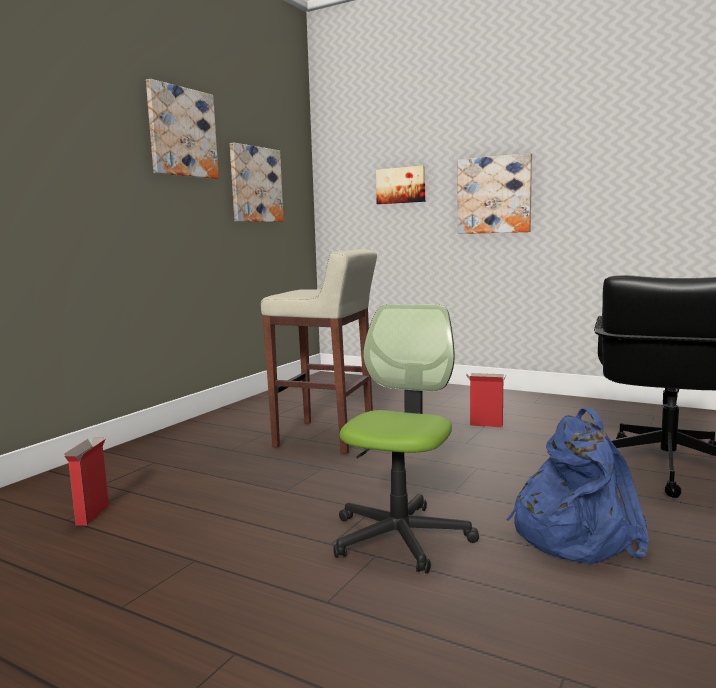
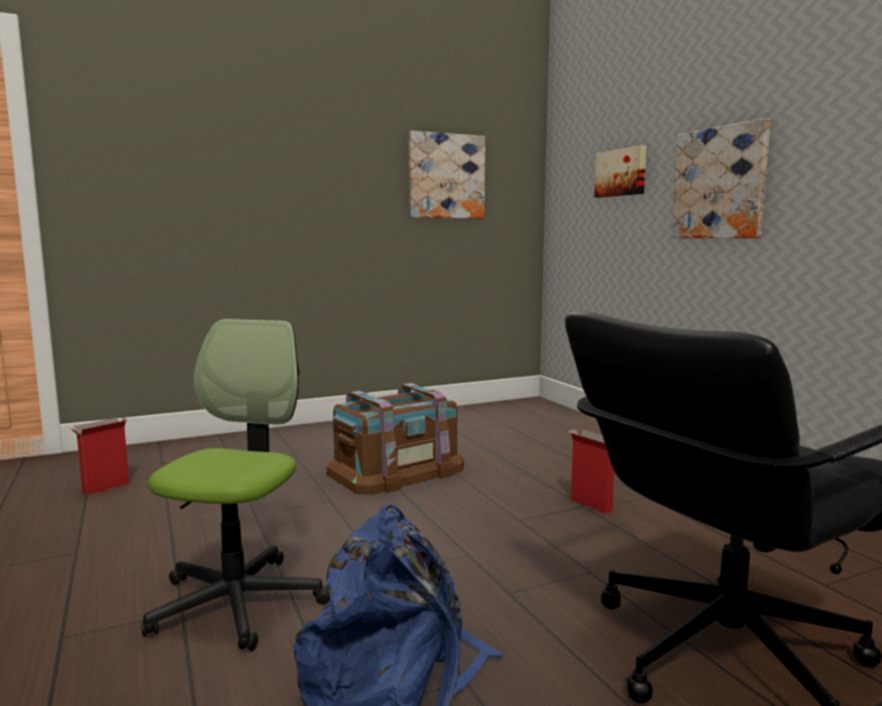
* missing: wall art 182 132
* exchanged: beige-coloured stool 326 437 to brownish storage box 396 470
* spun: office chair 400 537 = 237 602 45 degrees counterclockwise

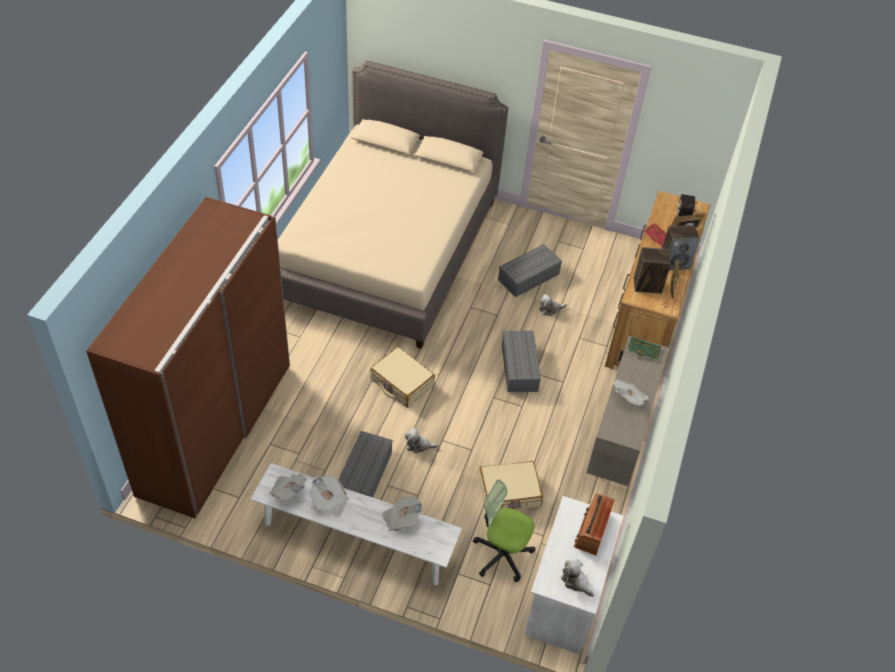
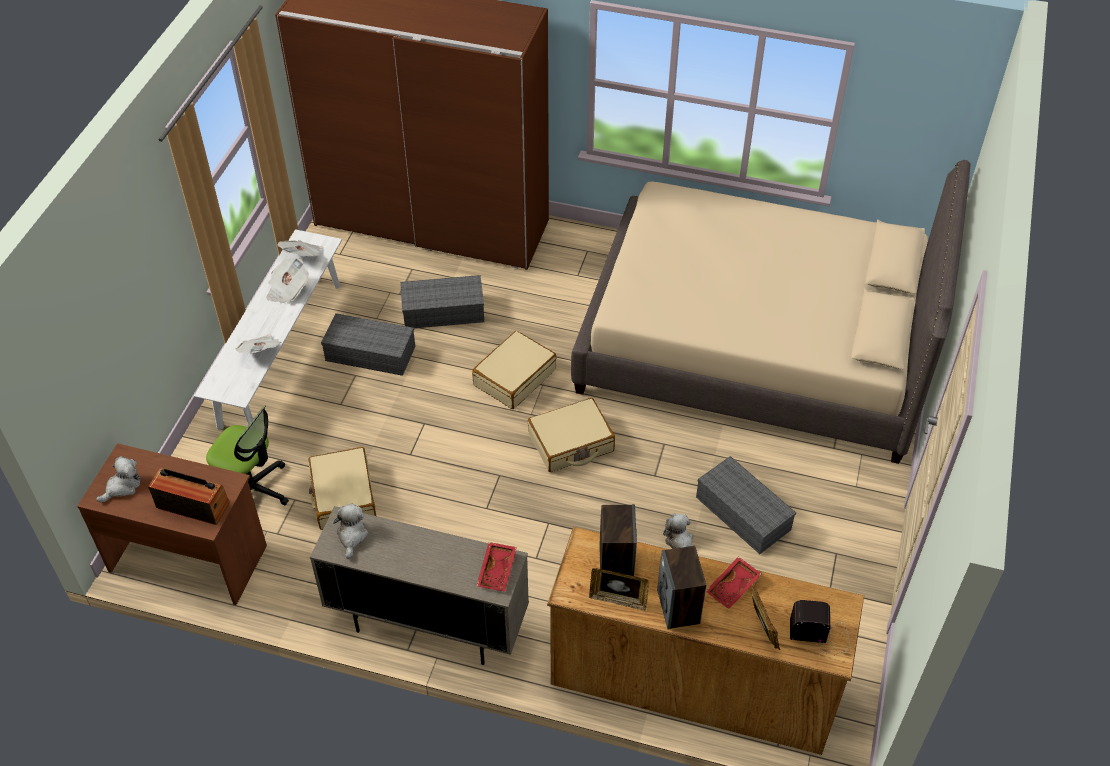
* missing: newspaper 629 398
* appeared: beige-coloured piece of luggage 571 443
* relocated: soft toy 418 445 to 352 536
* relocated: greyish storage box 520 368 to 442 312
* colour: white-coloured desk unit 565 596 to brownish desk unit 188 557
* colour: green serving tray 643 350 to red-coloured serving tray 498 571
* spun: office chair 502 554 = 253 490 90 degrees clockwise

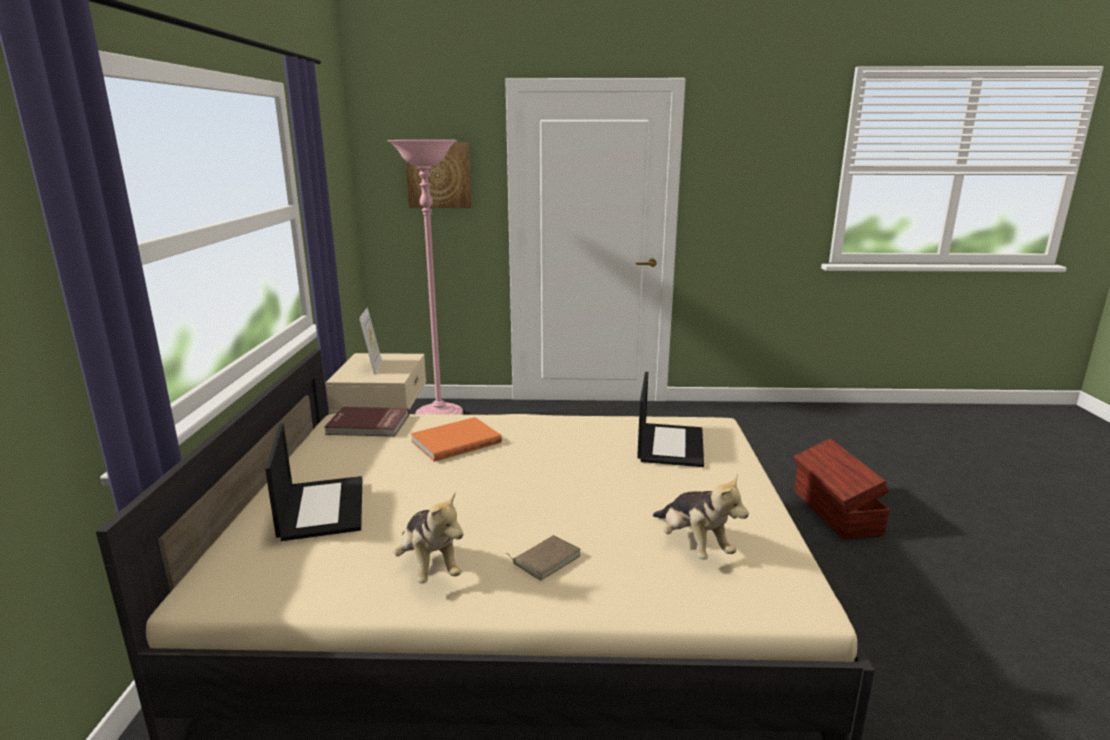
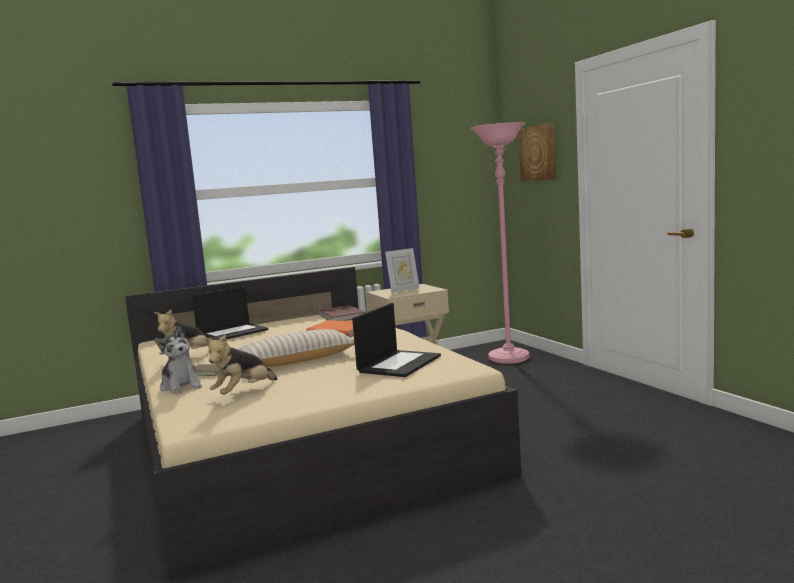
* missing: brownish storage box 835 512
* appeared: soft toy 181 386
* appeared: beige-coloured throw pillow 296 361
* spun: laptop 669 444 = 399 363 45 degrees counterclockwise

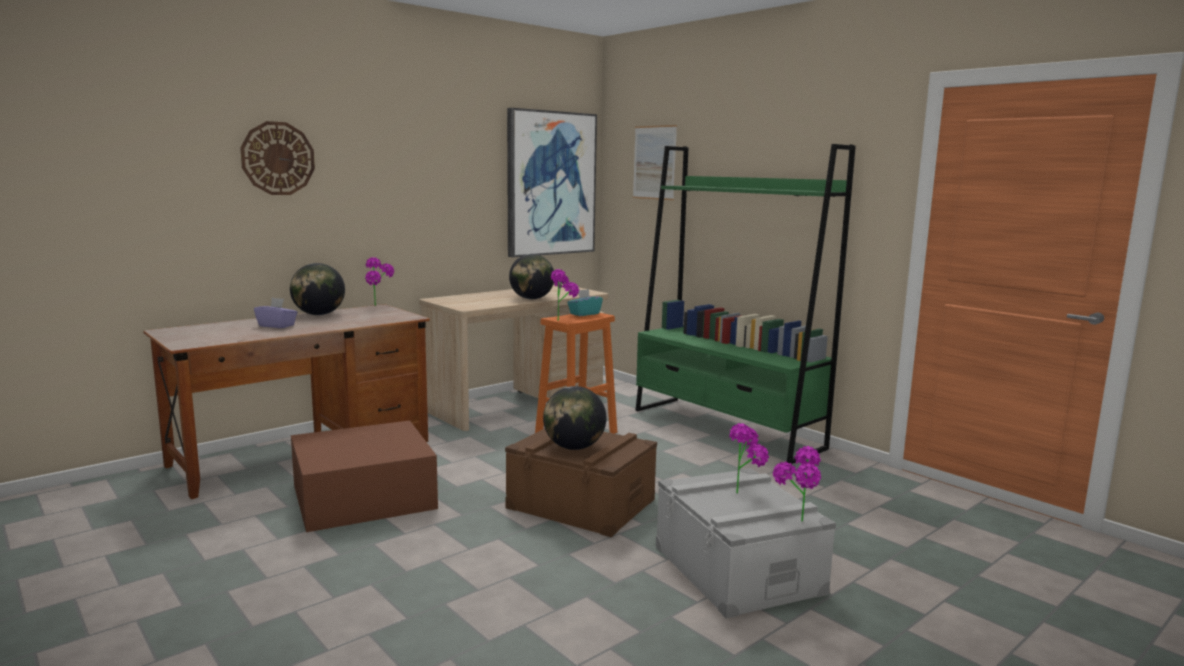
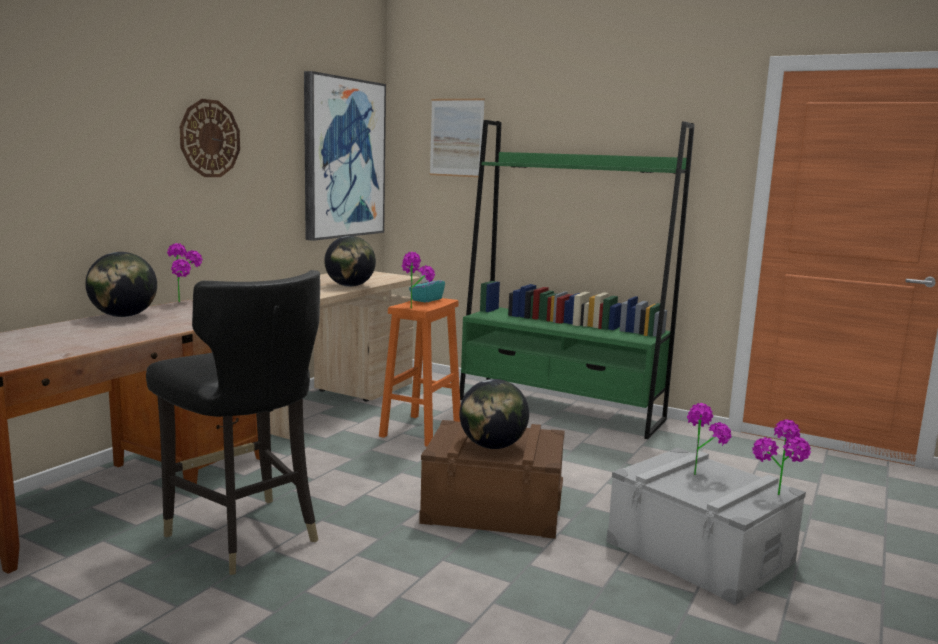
* missing: purple-coloured tissue box 277 326
* relocated: clock on the wall 278 158 to 209 138
* exchanged: brownish storage box 363 497 to black chair 243 535

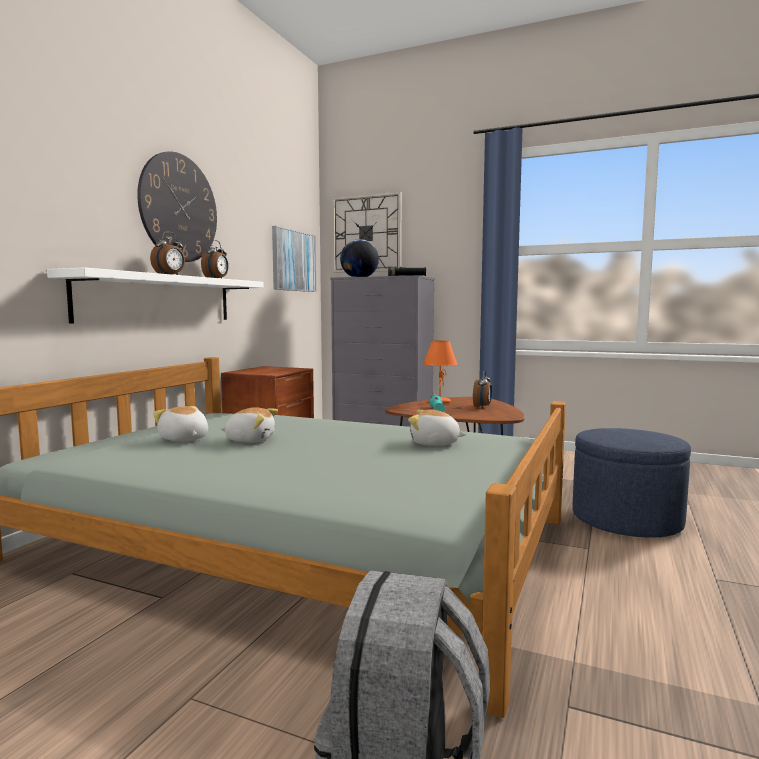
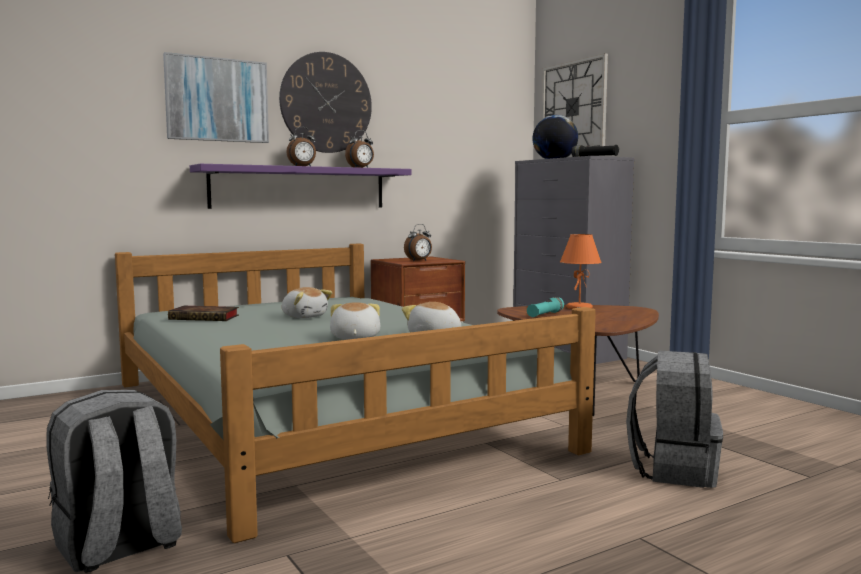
* appeared: bound book 206 318
* relocated: soft toy 183 439 to 354 338
* relocated: wall art 293 261 to 217 100
* relocated: alarm clock 482 407 to 419 261
* exchanged: blue ottoman 626 520 to greyish rucksack 673 470
* colour: white-coloured wall shelf 159 299 to purple-coloured wall shelf 299 188

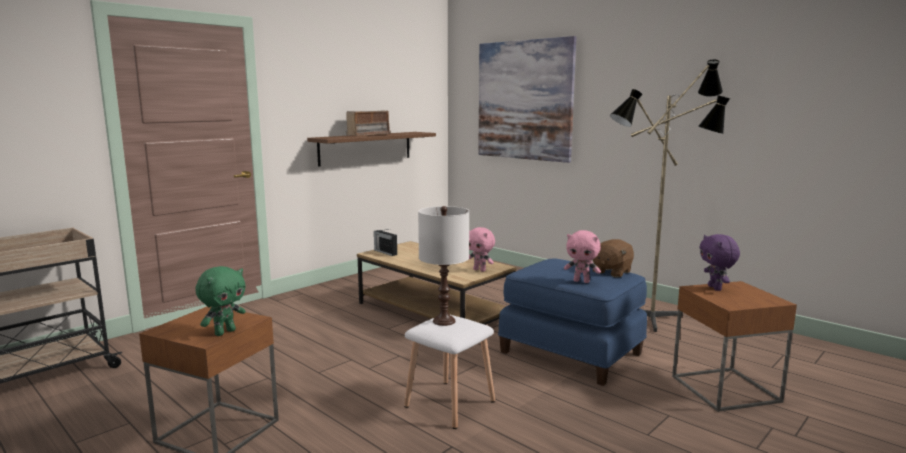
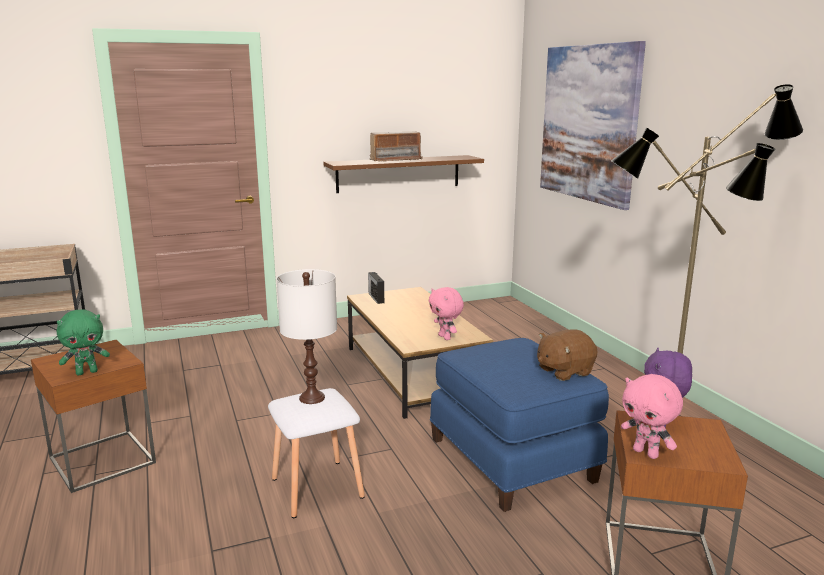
* relocated: pink soft toy 582 281 to 646 453

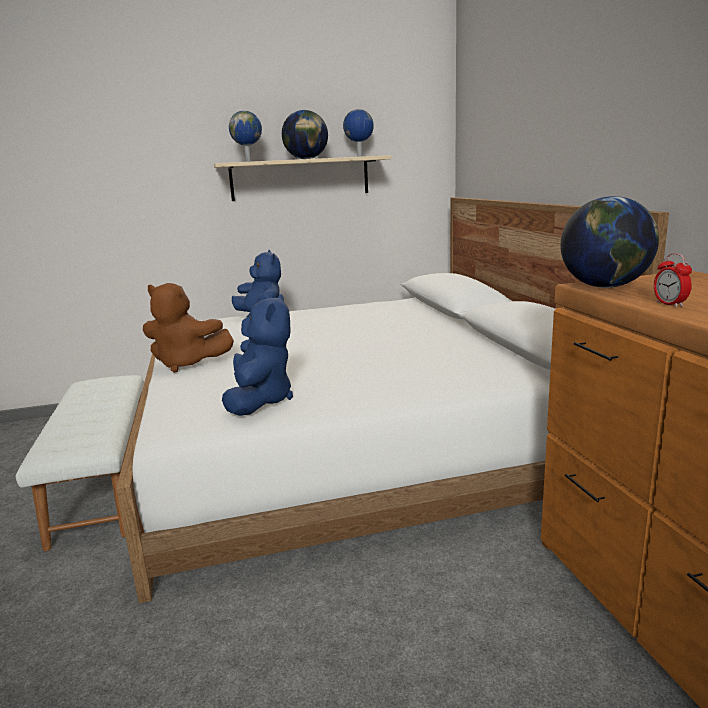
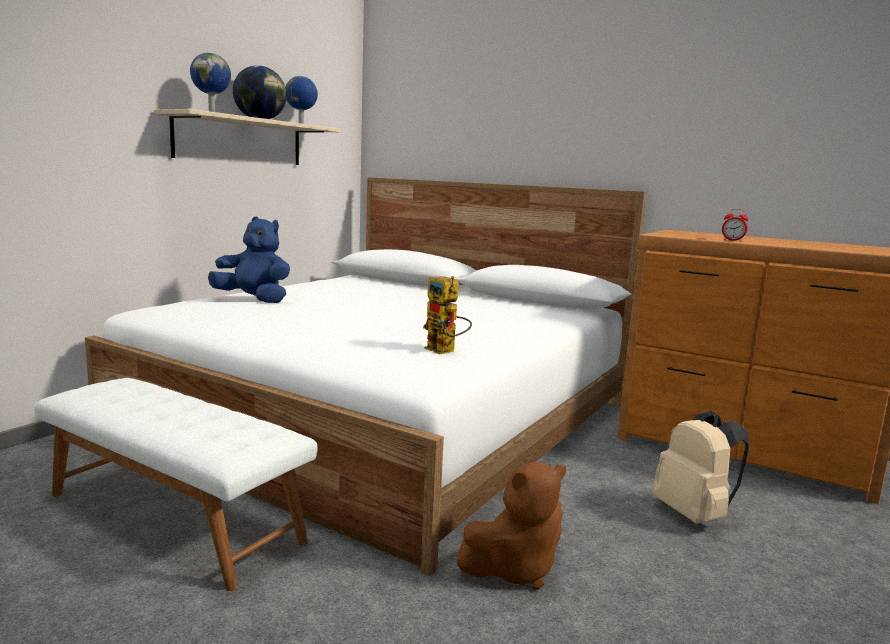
* missing: globe 605 286
* appeared: beige-coloured rucksack 694 515
* relocated: brownish soft toy 186 364 to 514 569
* exchanged: blue soft toy 260 400 to model robot 446 351

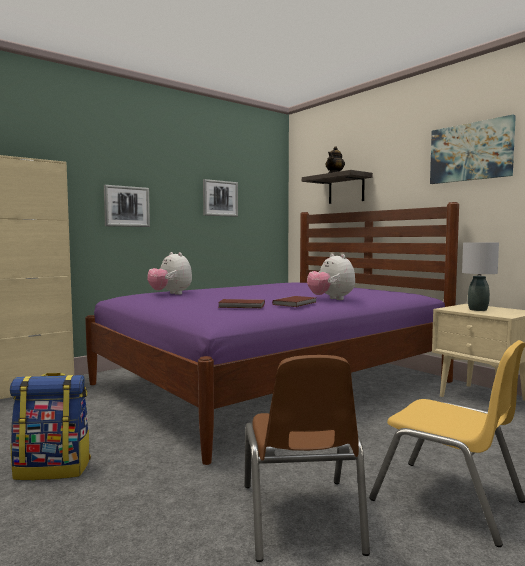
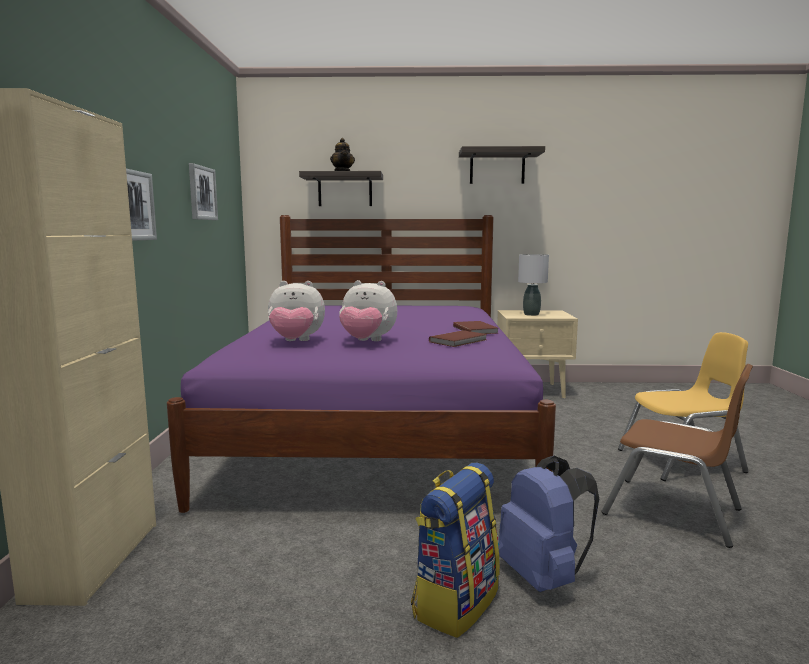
* appeared: blue rucksack 544 577
* relocated: soft toy 331 299 to 367 341
* exchanged: wall art 470 152 to wall shelf 497 167

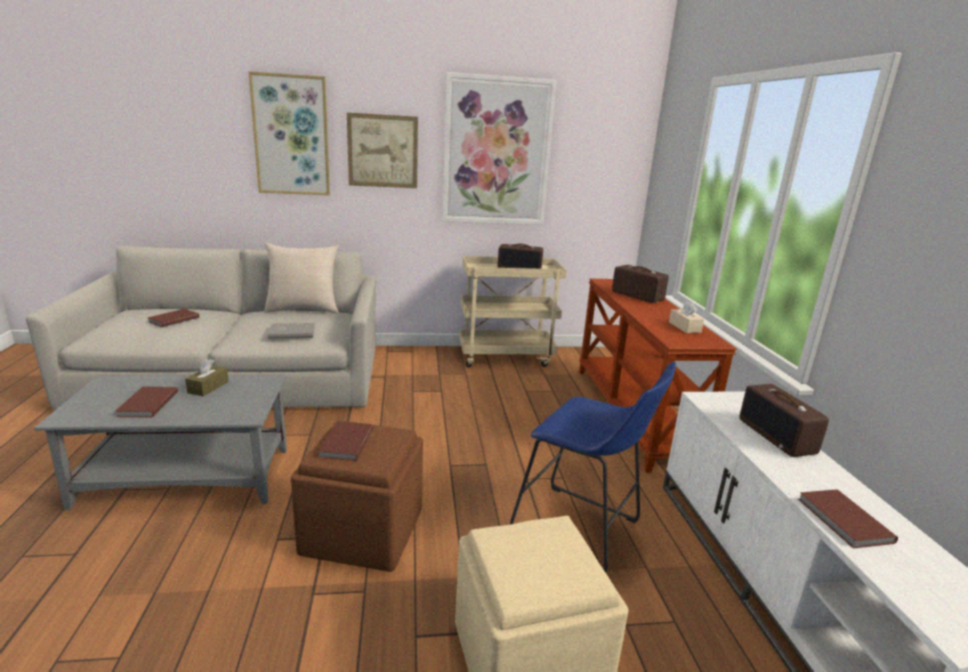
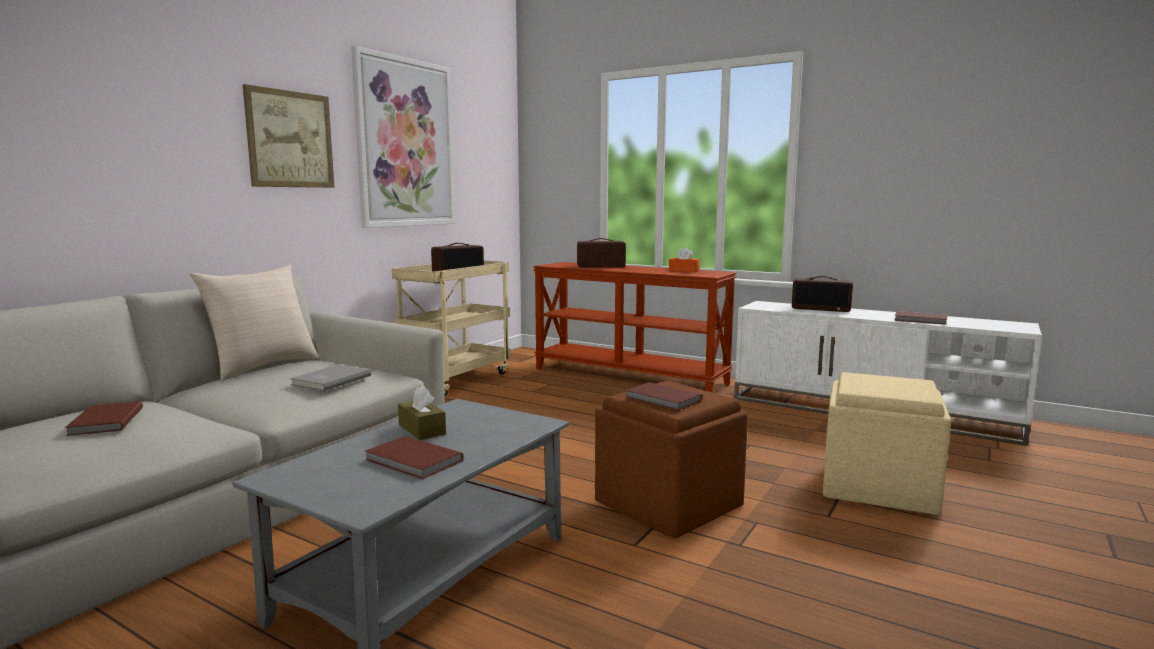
* missing: wall art 291 136
* missing: blue stool 582 531
* colour: beige-coloured tissue box 684 327 to orange tissue box 684 271

